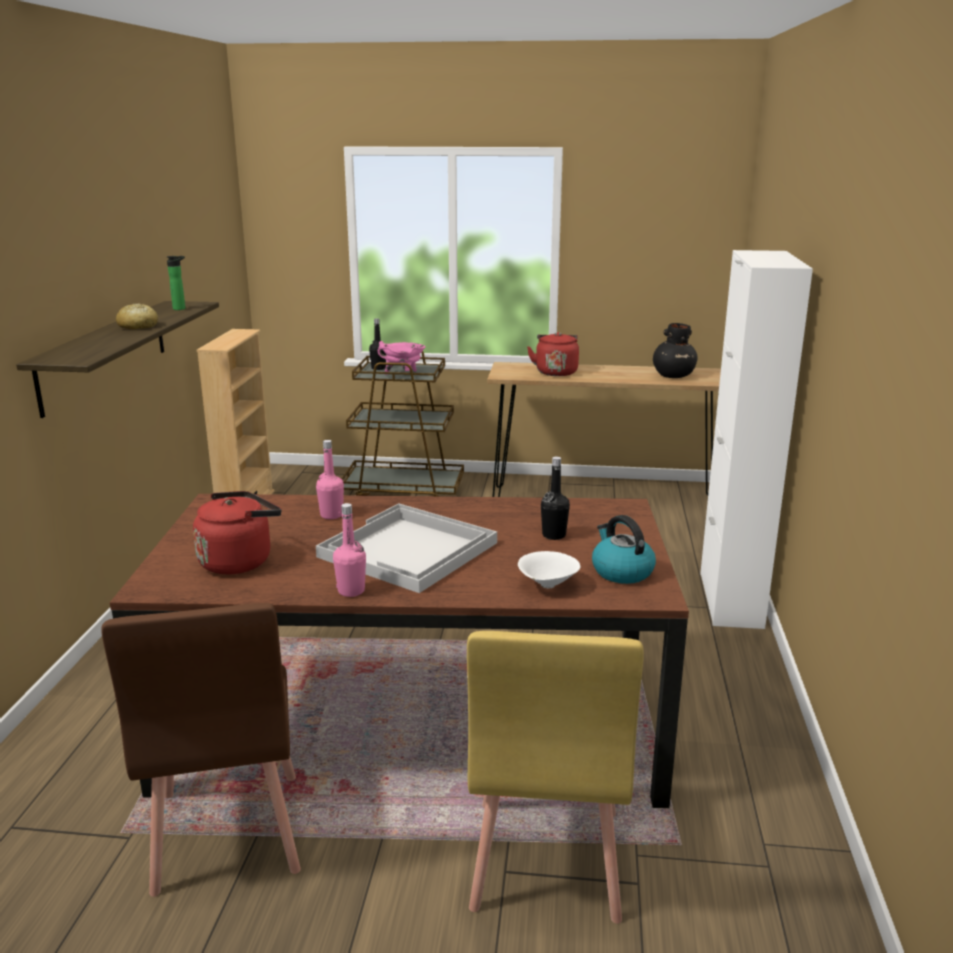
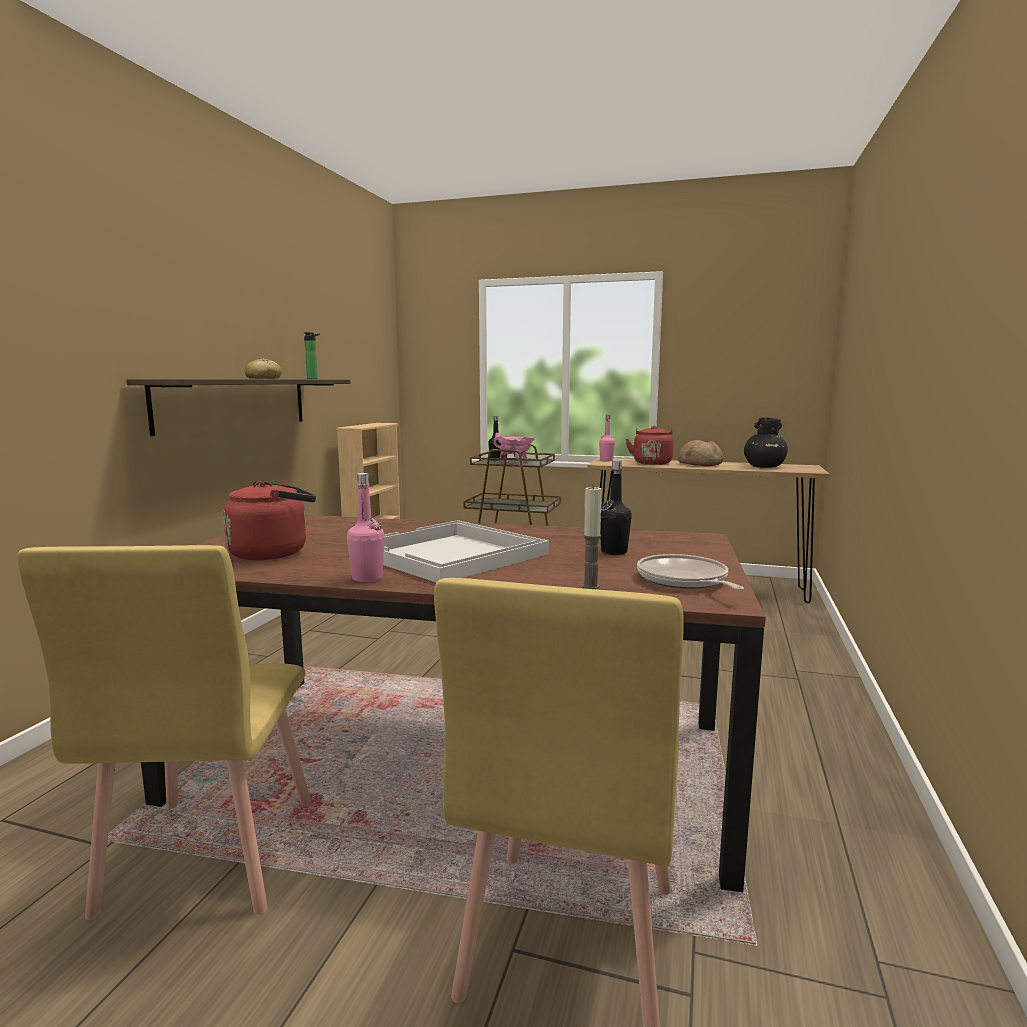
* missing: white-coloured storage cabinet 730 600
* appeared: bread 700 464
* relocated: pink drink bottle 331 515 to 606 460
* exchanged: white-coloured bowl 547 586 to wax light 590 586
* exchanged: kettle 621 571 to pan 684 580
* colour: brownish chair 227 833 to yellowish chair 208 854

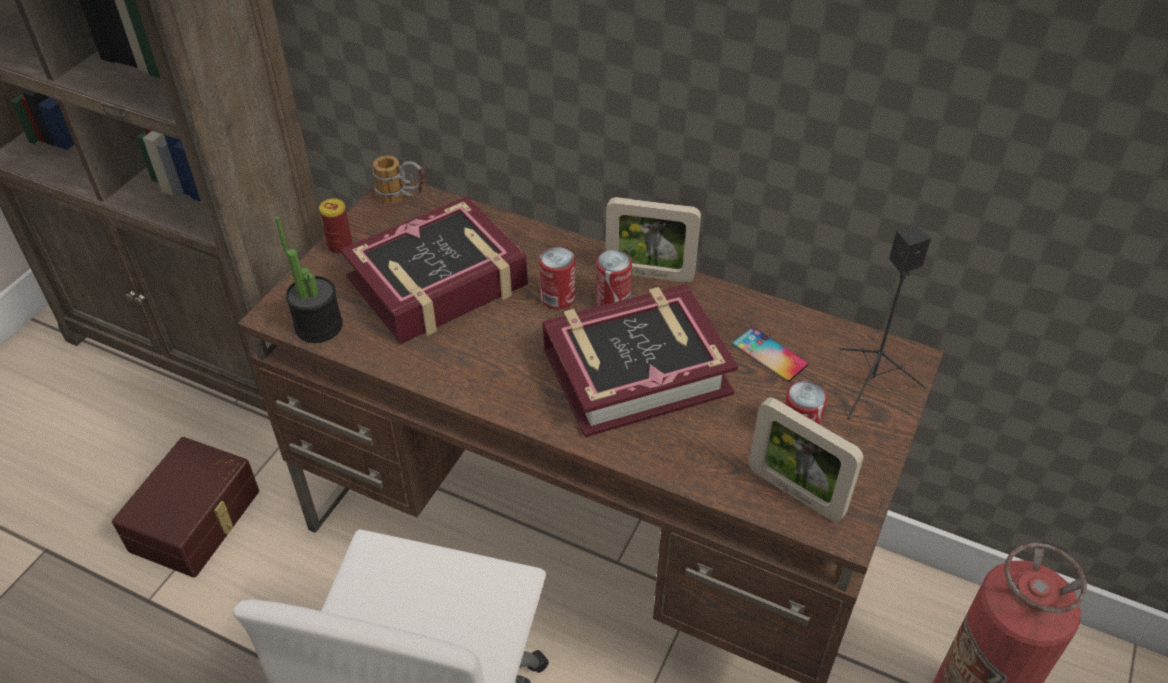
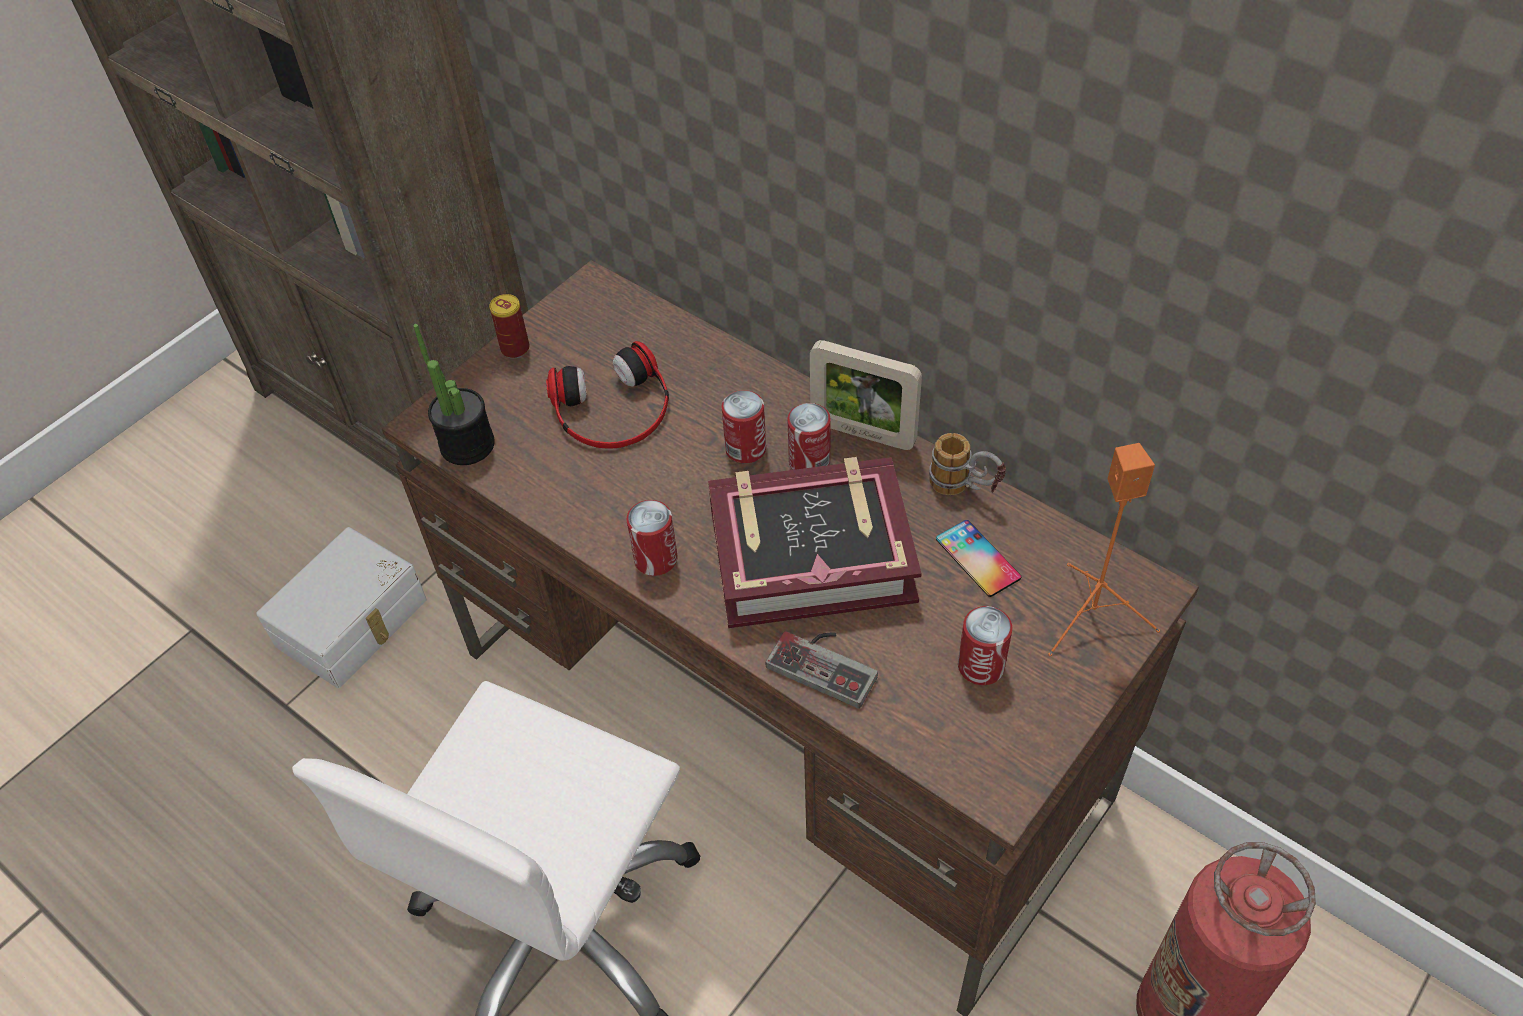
* missing: standing frame 795 493
* appeared: metal can 655 559
* appeared: gamepad 827 662
* relocated: coffee mug 403 198 to 965 489
* exchanged: bound book 438 282 to headset 613 409
* colour: brownish storage box 198 520 to white-coloured storage box 354 623
* colour: black loudspeaker 872 384 to orange loudspeaker 1093 616

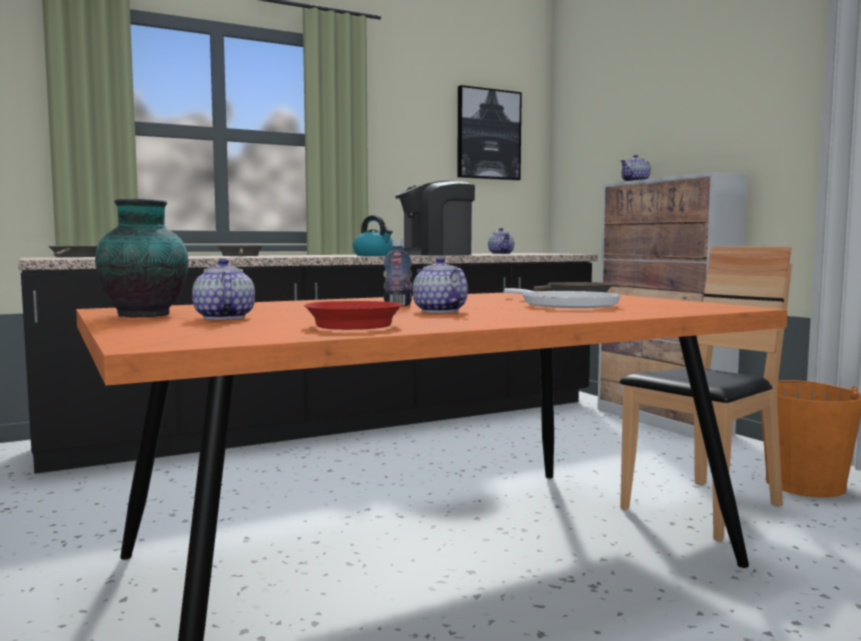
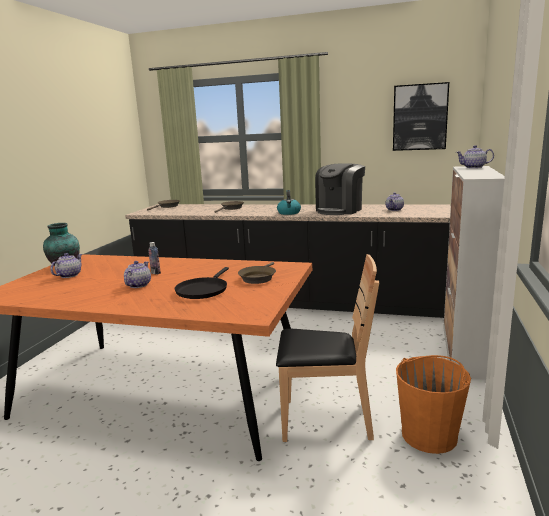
* missing: red-coloured pan 353 324
* colour: white-coloured pan 565 305 to black pan 203 290
* spun: coffee machine 434 254 = 339 210 75 degrees counterclockwise

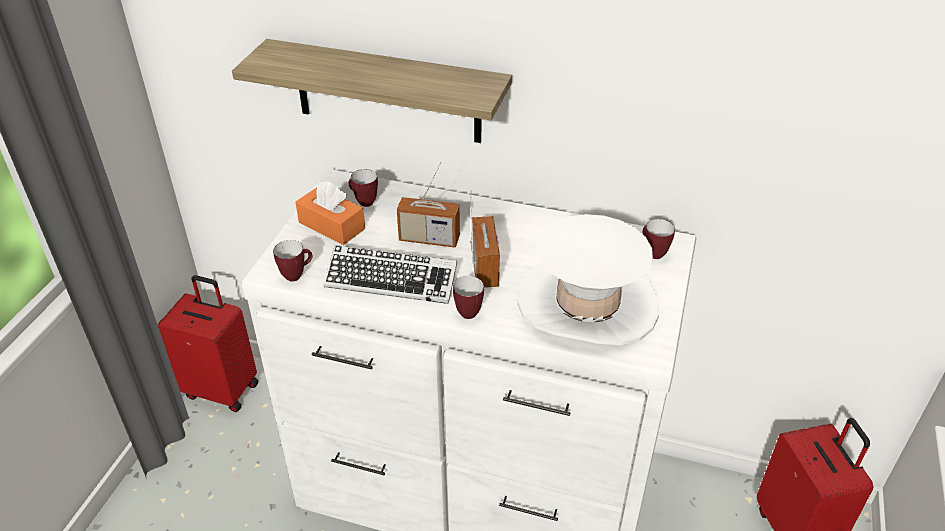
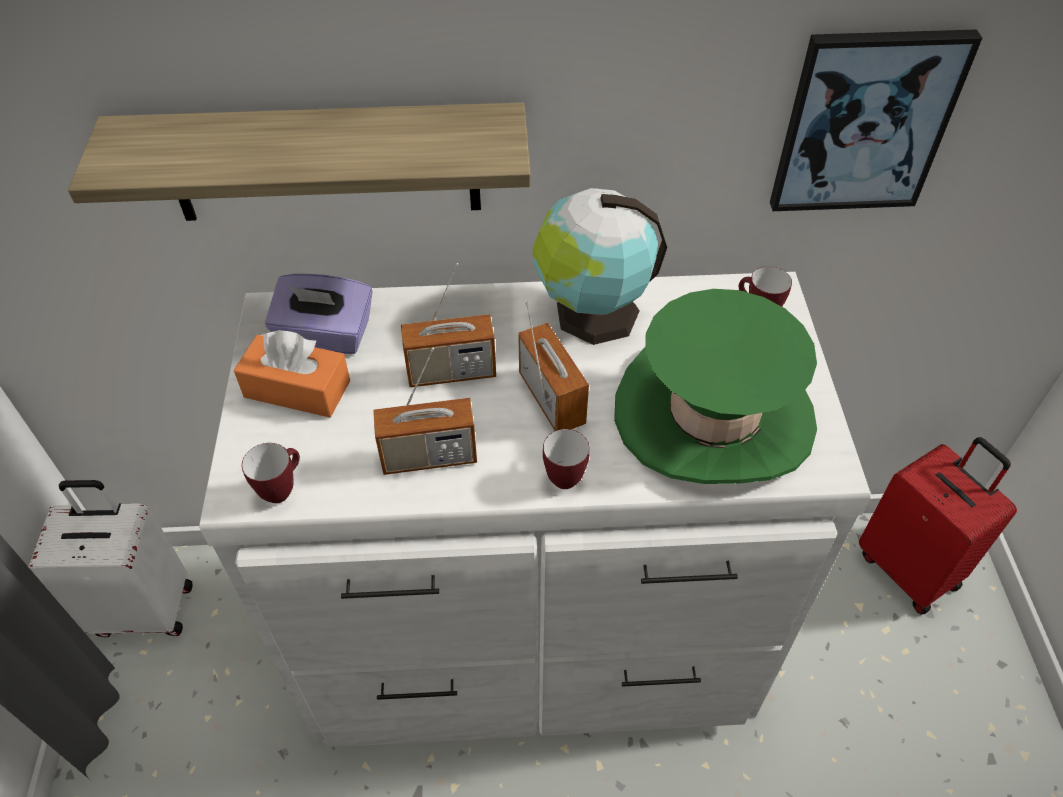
* appeared: globe 592 314
* appeared: wall art 864 122
* exchanged: PC keyboard 391 280 to radio receiver 429 457
* exchanged: coffee mug 363 202 to purple-coloured tissue box 325 336
* colour: red-coloured piece of luggage 222 389 to white-coloured piece of luggage 144 608
* colour: white-coloured wearable hat 587 303 to green wearable hat 714 414

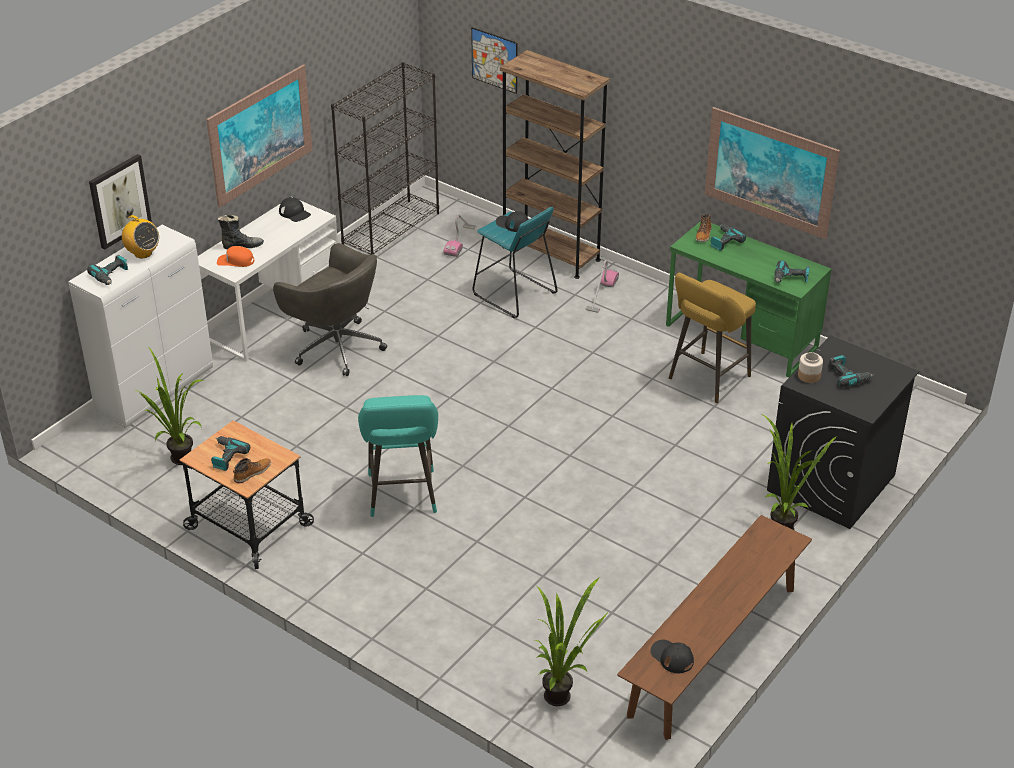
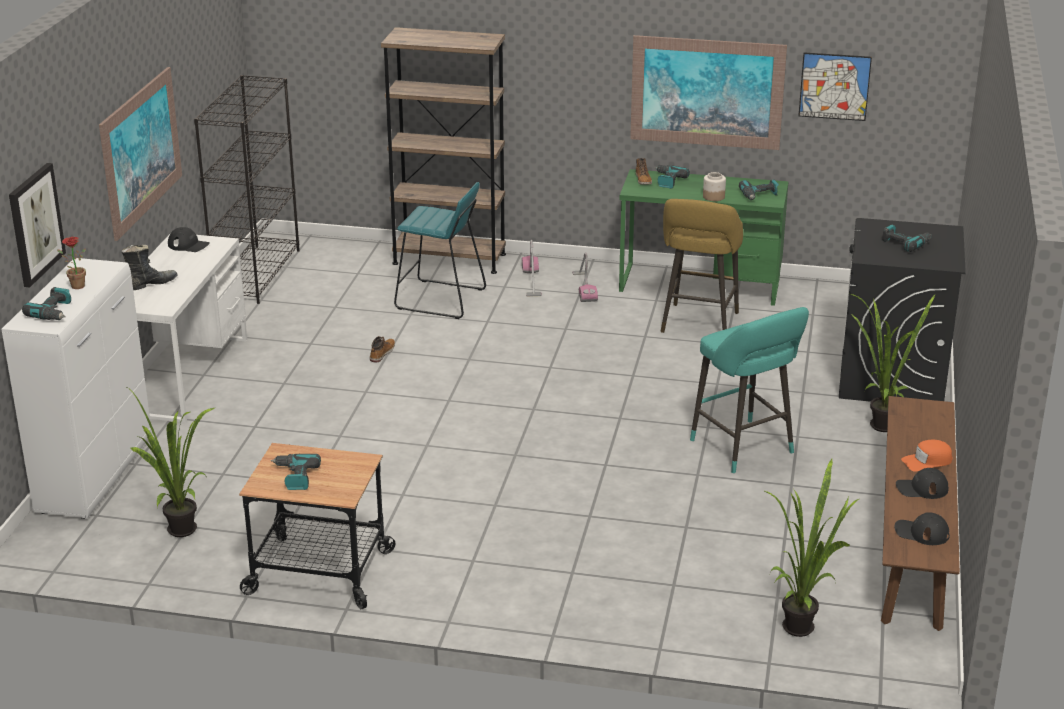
* missing: greyish office chair 335 346
* relocated: orange baseball cap 235 261 to 927 461
* relocated: tall boot 252 473 to 382 353
* relocated: turquoise stool 402 497 to 745 449
* relocated: vacuum cleaner 460 241 to 584 287
* relocated: wall art 494 60 to 834 86
* relocated: black baseball cap 512 224 to 921 488
* relocated: jar 808 376 to 713 197
* exchanged: radio receiver 142 253 to potted plant 75 286

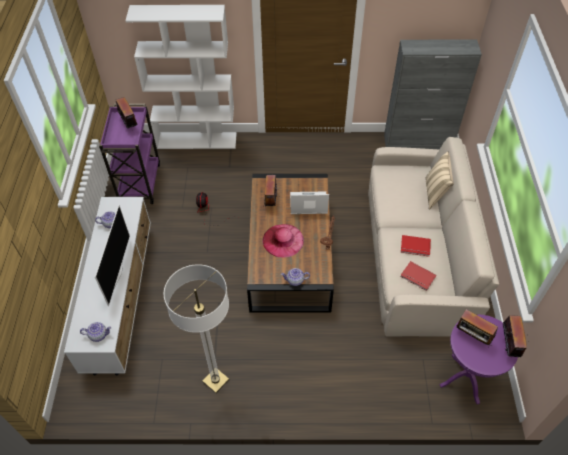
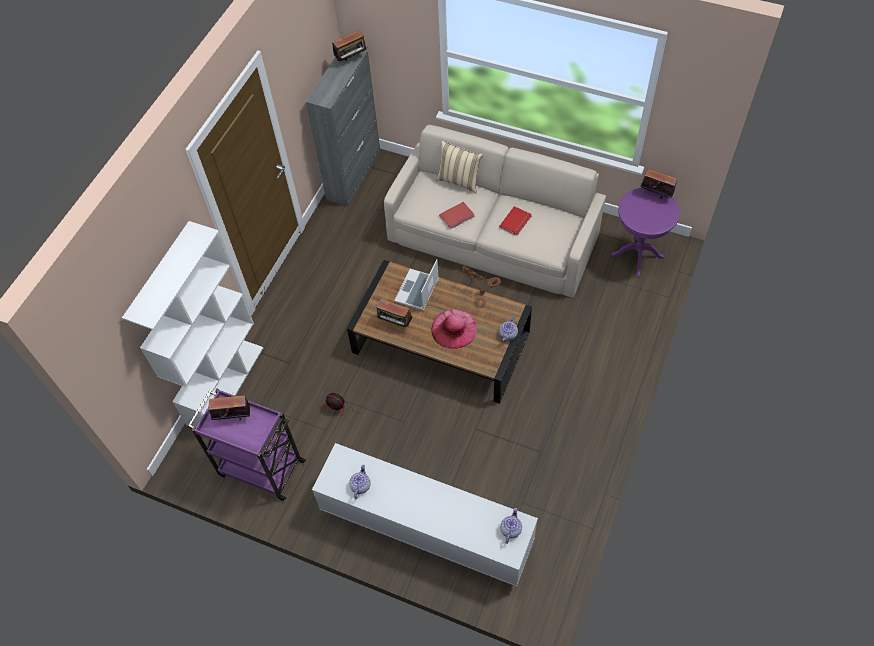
* missing: television 117 273
* missing: floor lamp 215 380
* relocated: red-coloured bound book 417 277 to 457 216
* relocated: radio receiver 472 337 to 351 59

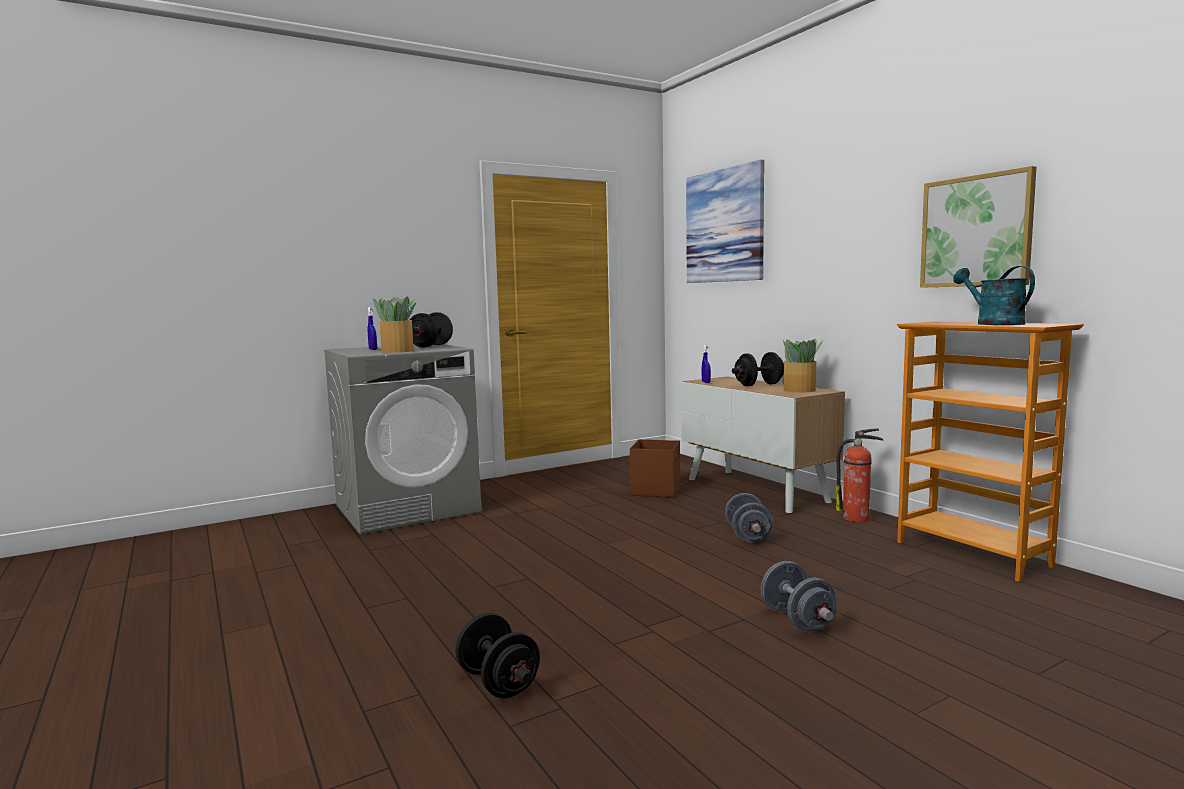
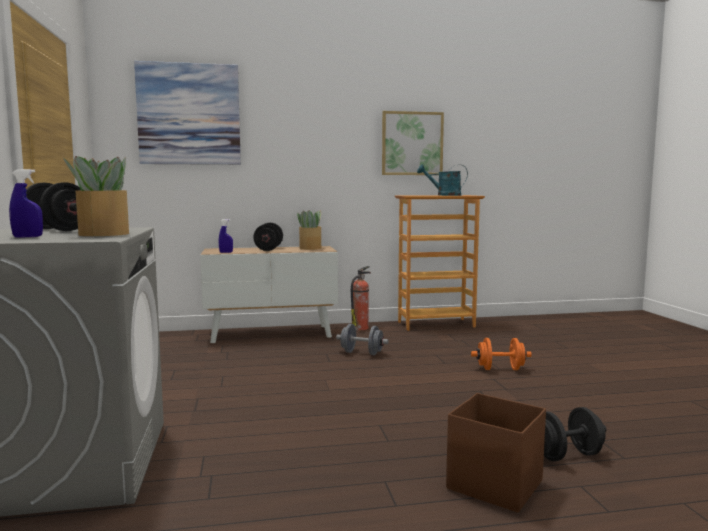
* relocated: brownish storage box 656 490 to 493 484
* colour: greyish free weight 797 620 to orange free weight 500 369

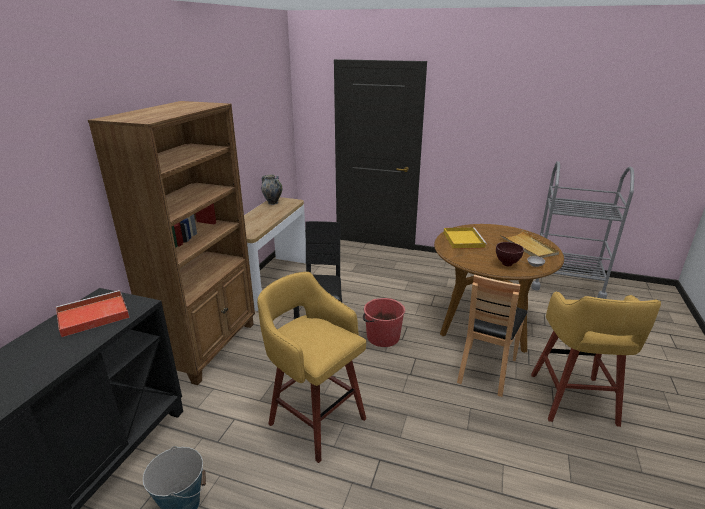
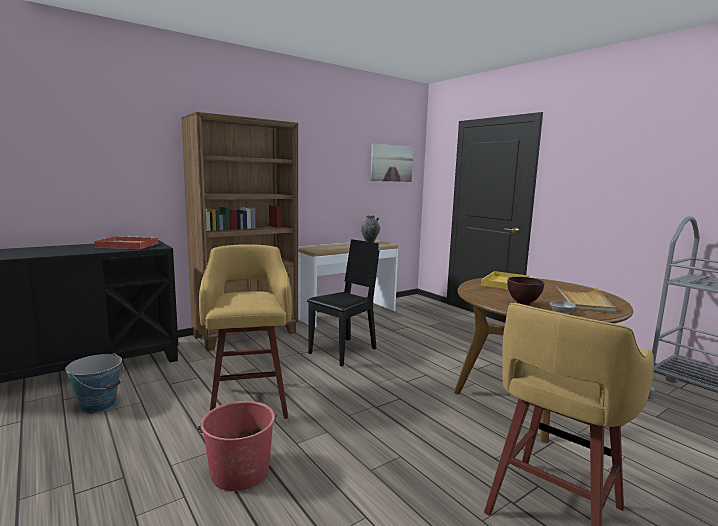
* missing: brownish chair 486 370
* appeared: wall art 391 163
* relocated: red-coloured pail 382 337 to 239 471

